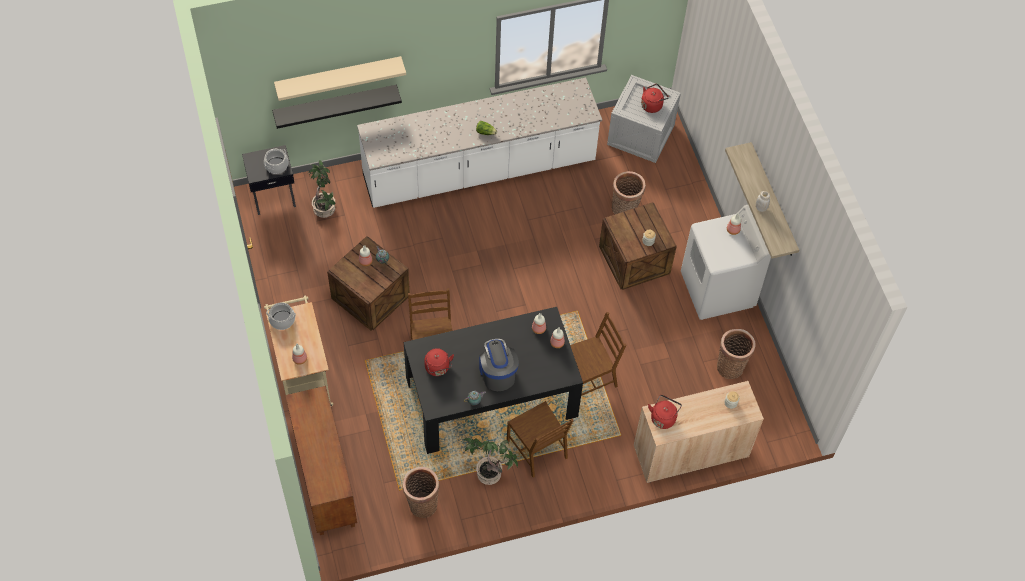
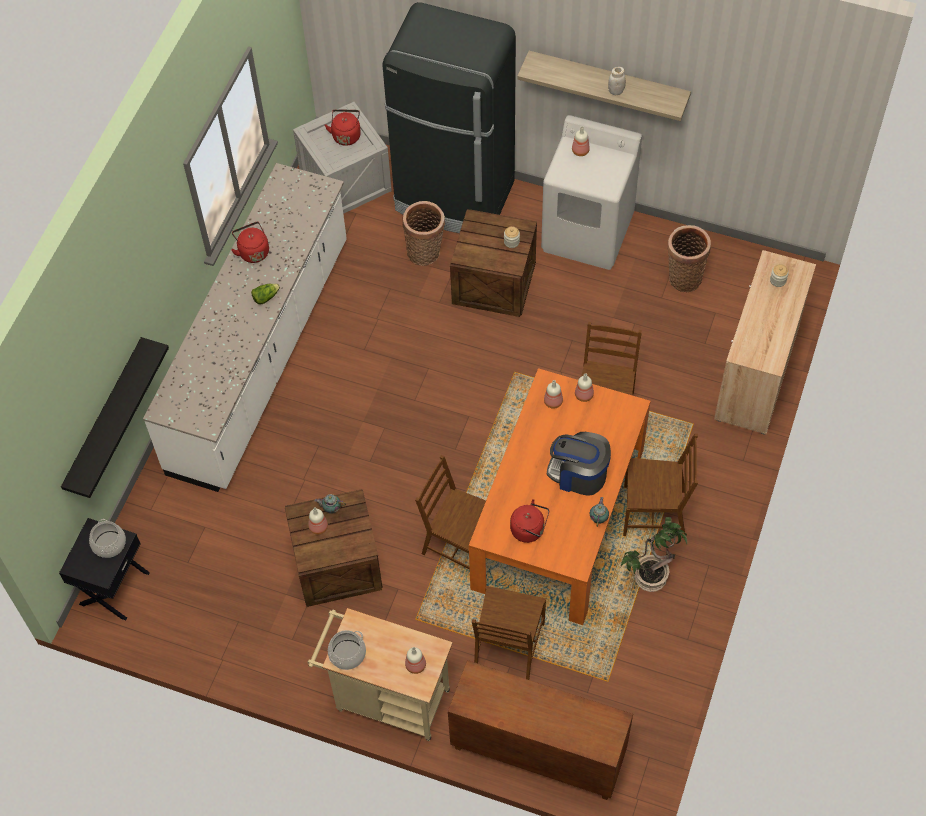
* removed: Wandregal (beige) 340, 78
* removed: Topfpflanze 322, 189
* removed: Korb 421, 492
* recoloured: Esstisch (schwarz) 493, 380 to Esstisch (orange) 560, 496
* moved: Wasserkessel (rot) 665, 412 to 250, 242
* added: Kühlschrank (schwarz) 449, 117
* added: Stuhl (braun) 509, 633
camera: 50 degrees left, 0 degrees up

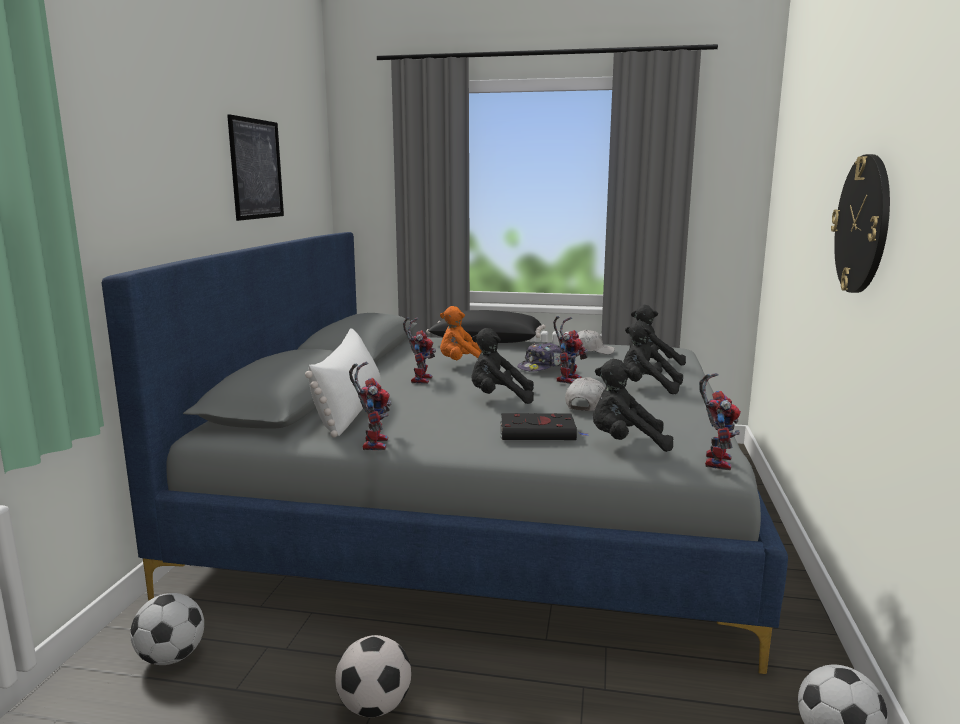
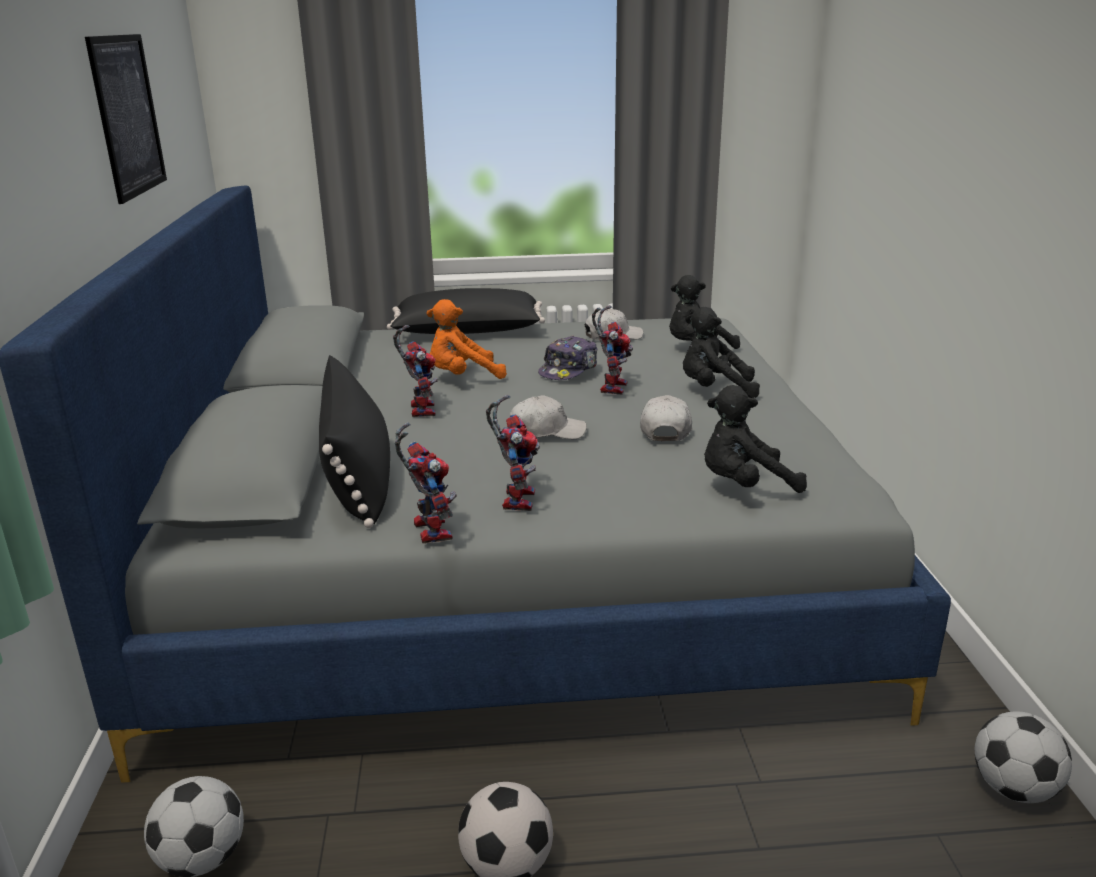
* recoloured: Kissen (weiß) 343, 383 to Kissen (schwarz) 354, 441
* replaced: Plüschtier (schwarz) 503, 366 to Kappe (weiß) 548, 417
* removed: Buch (schwarz) 545, 426
* moved: Spielzeugroboter 720, 422 to 513, 453
* removed: Wanduhr 860, 223
camera: 15 degrees left, 10 degrees up

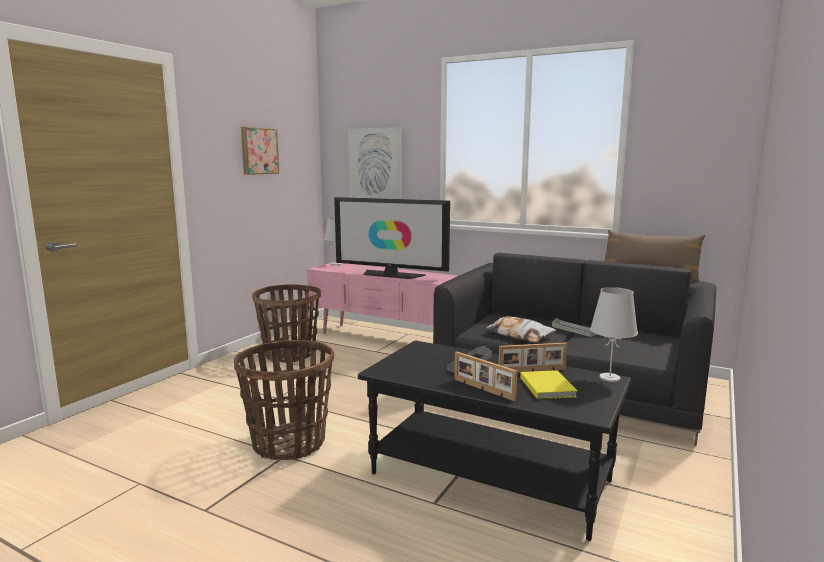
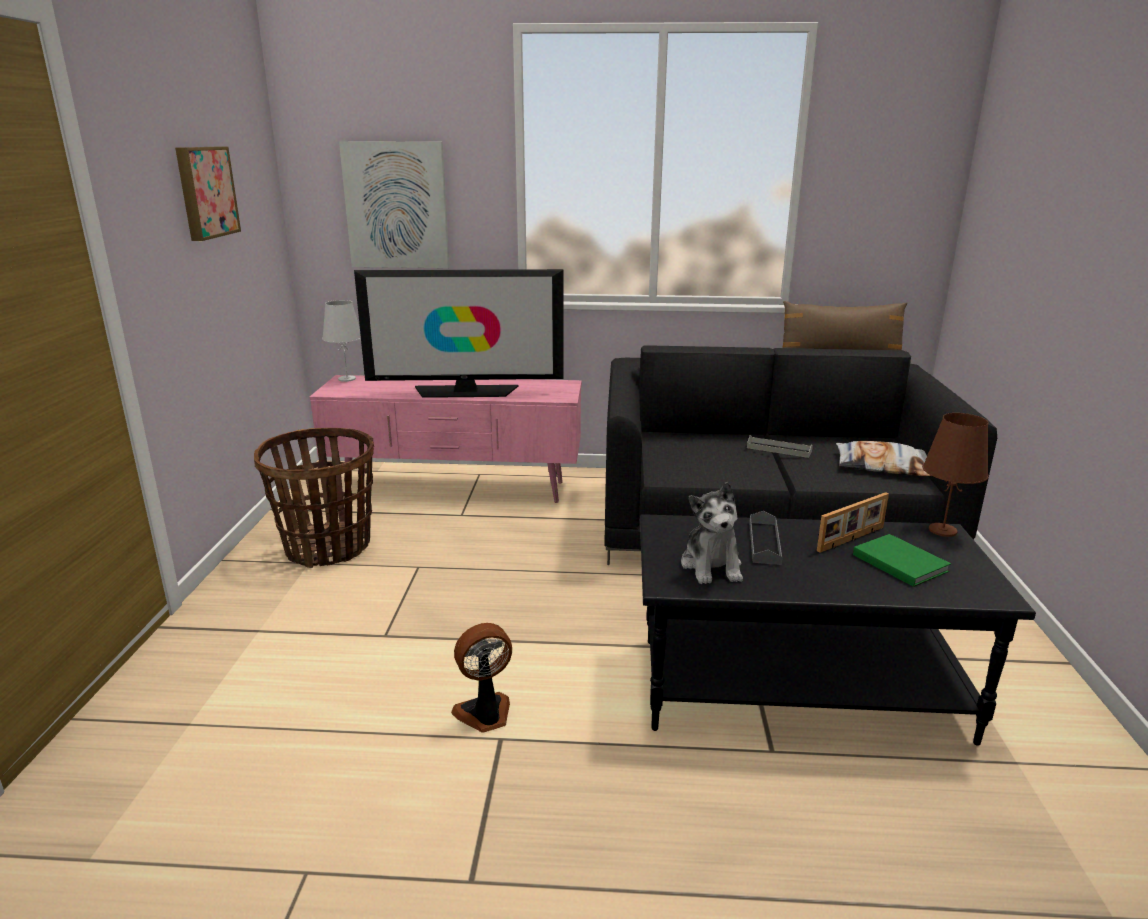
* replaced: Korb 284, 400 to Ventilator 481, 678
* removed: Bilderrahmen 485, 376
* moved: Kissen 519, 329 to 883, 458
* recoloured: Buch (gelb) 549, 384 to Buch (grün) 902, 560
* recoloured: Tischlampe (weiß) 614, 334 to Tischlampe (braun) 955, 475
* added: Plüschtier 712, 533
camera: 25 degrees left, 10 degrees up

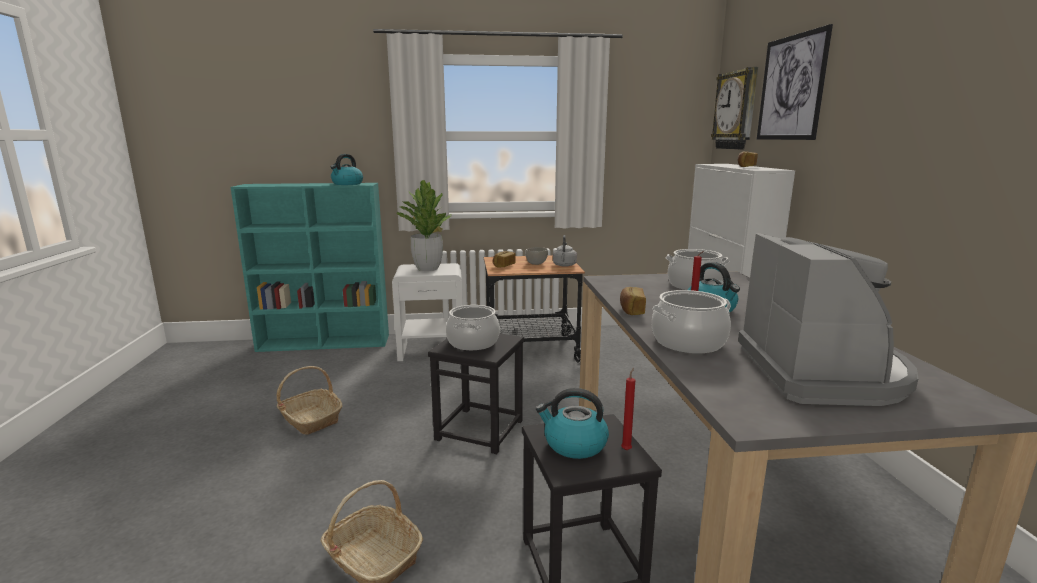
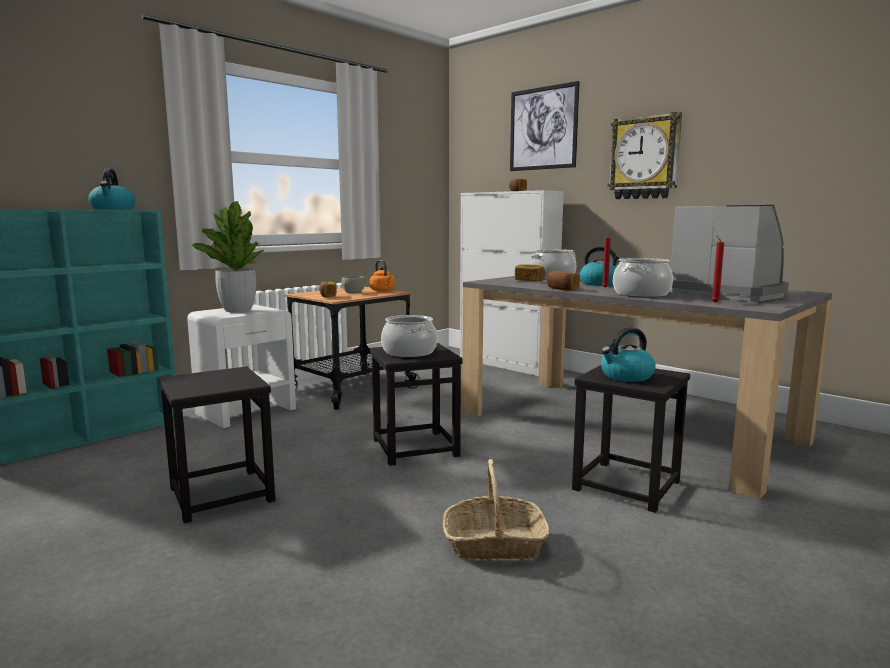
* replaced: Korb 309, 400 to Hocker (schwarz) 217, 444
* recoloured: Wasserkessel (grau) 565, 251 to Wasserkessel (orange) 382, 276
* moved: Kerze (rot) 628, 409 to 717, 269
* moved: Wanduhr 734, 108 to 645, 155
* added: Brot 530, 272
camera: 40 degrees left, 5 degrees down

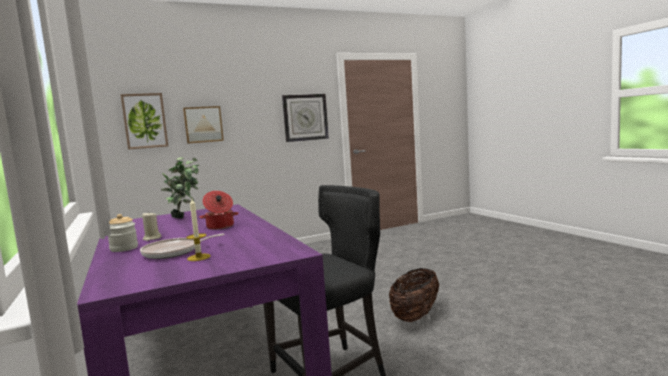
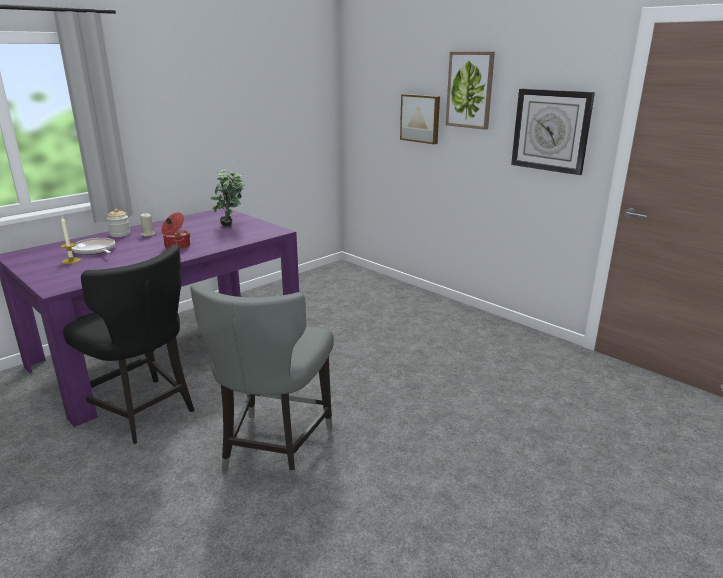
* moved: Bild 144, 121 to 470, 91
* replaced: Korb 414, 295 to Stuhl (grau) 262, 383
camera: 70 degrees right, 15 degrees up

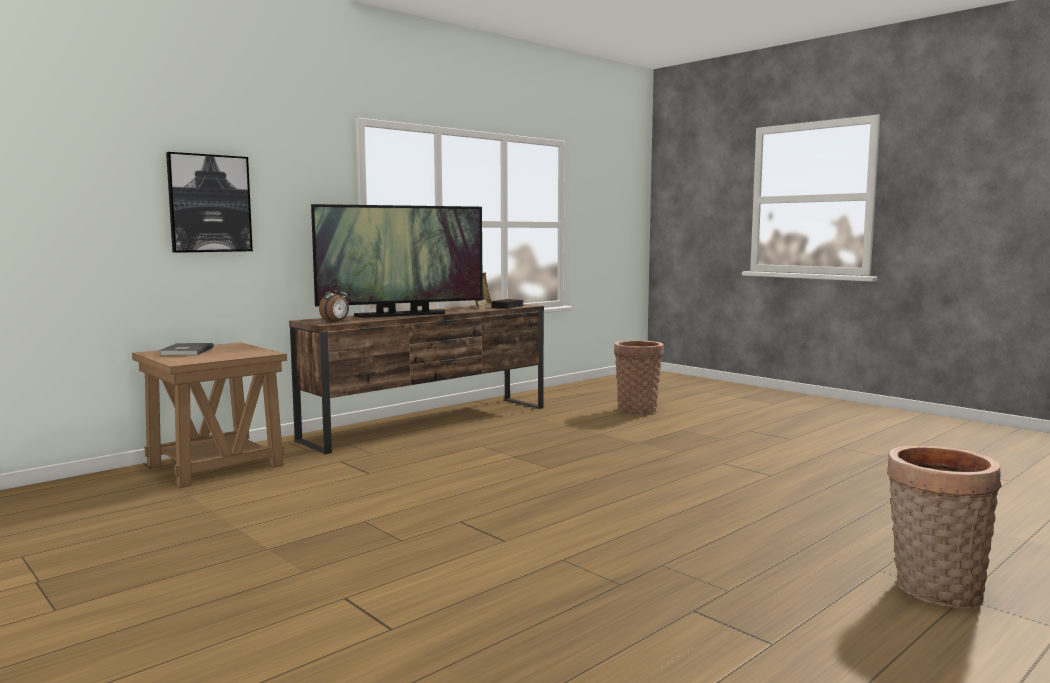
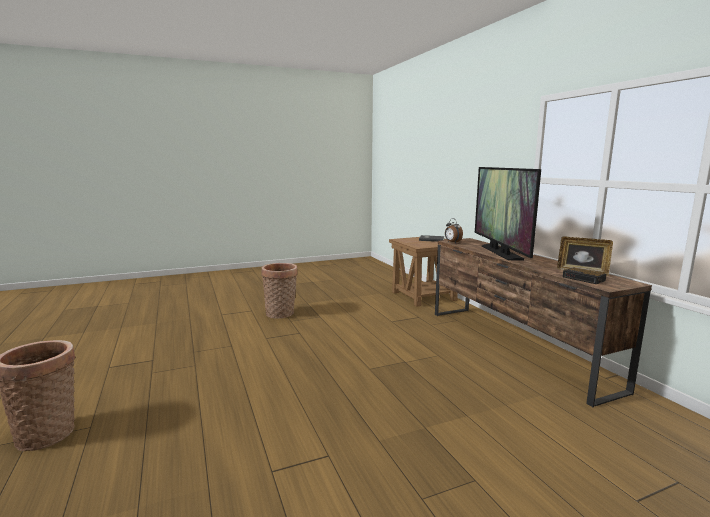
* removed: Bild 209, 202
* moved: Korb 639, 378 to 279, 291
camera: 110 degrees right, 5 degrees up

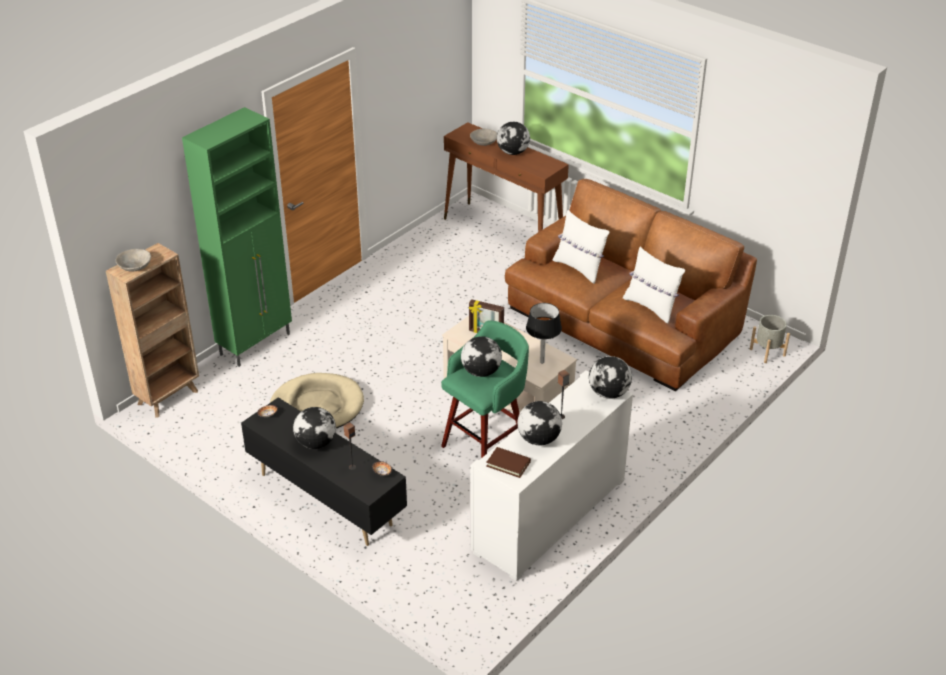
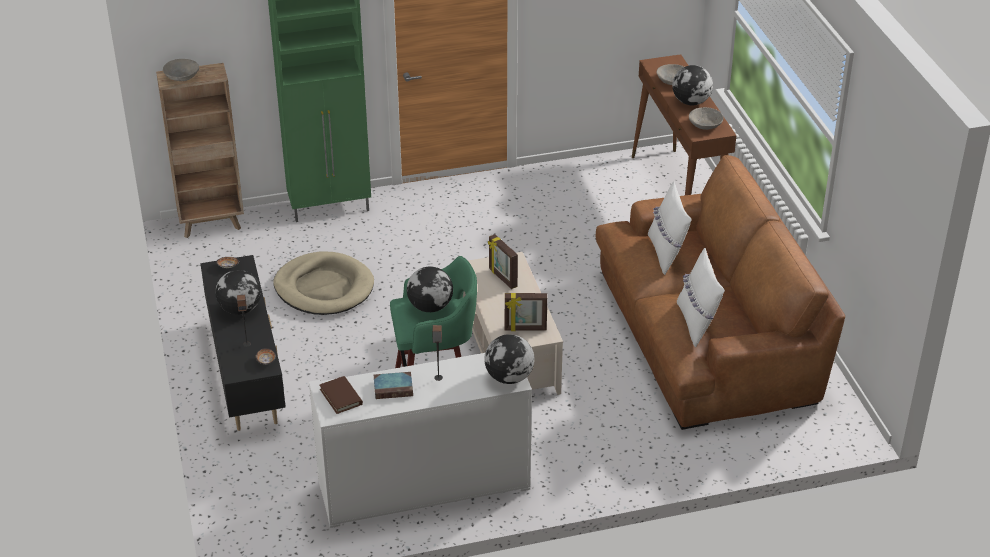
* replaced: Globus 539, 423 to Buch 393, 385
* replaced: Tischlampe (schwarz) 544, 333 to Bilderrahmen 526, 312
* removed: Pflanzkübel (grau) 770, 339
* added: Schüssel (grau) 706, 118
camera: 35 degrees right, 0 degrees up

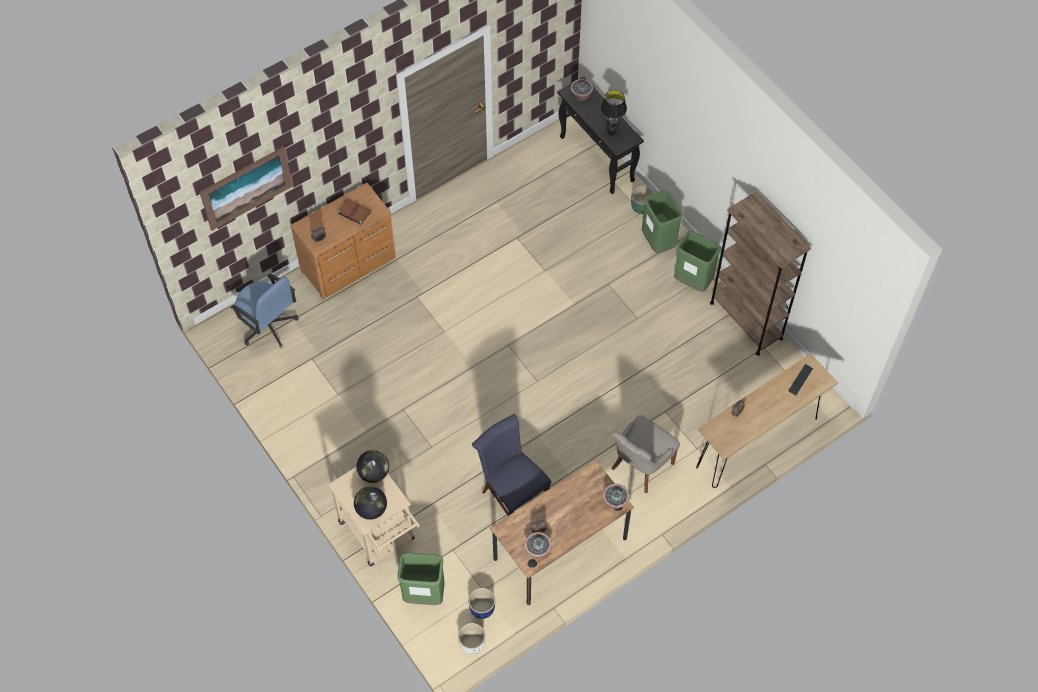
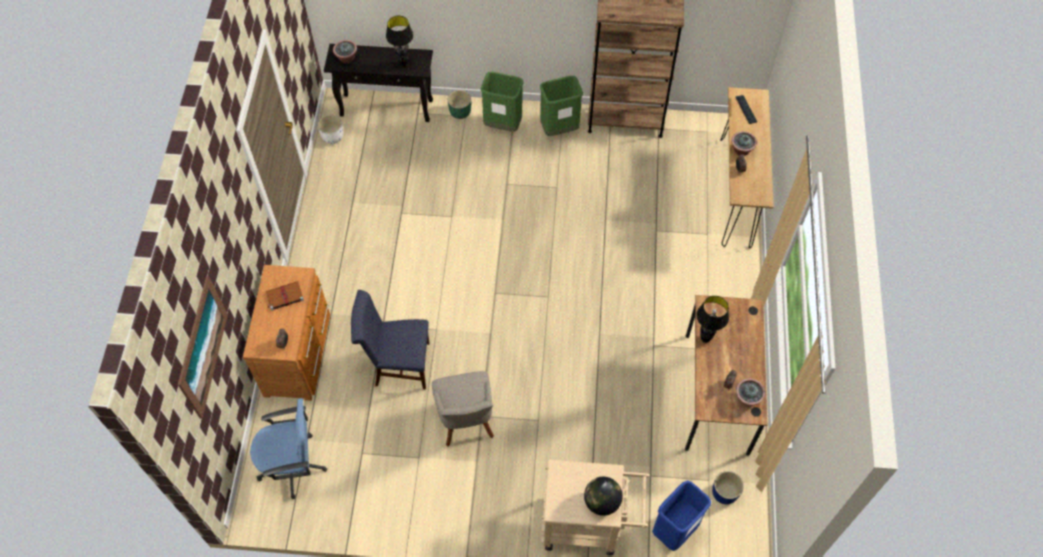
* removed: Globus 372, 466
* recoloured: Mülleimer (grün) 421, 579 to Mülleimer (blau) 681, 515
* moved: Pflanzkübel (weiß) 471, 638 to 330, 129
* moved: Stuhl (blau) 511, 465 to 390, 339
* moved: Topfpflanze 616, 496 to 744, 143
* moved: Stuhl (grau) 646, 454 to 463, 409
* added: Tischlampe (schwarz) 713, 319
camera: 50 degrees left, 0 degrees up

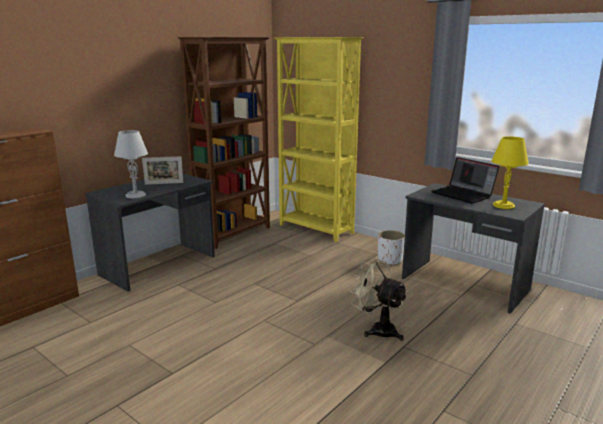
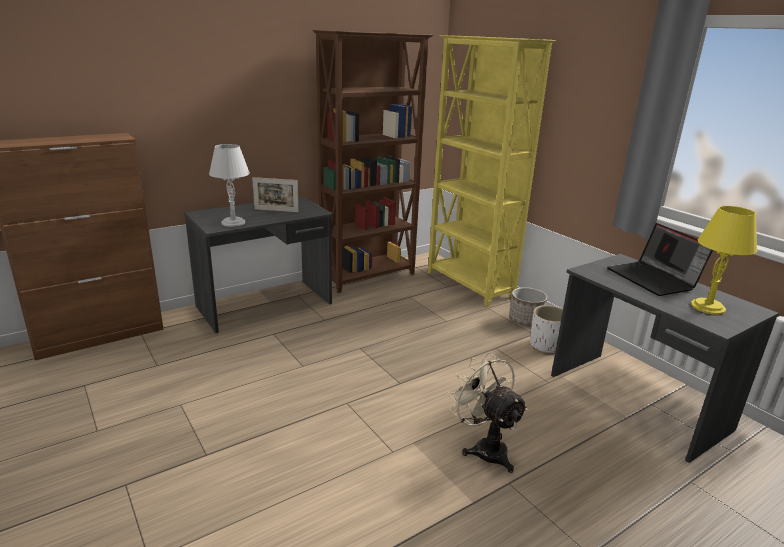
* added: Pflanzkübel 528, 306
camera: 15 degrees right, 5 degrees up

